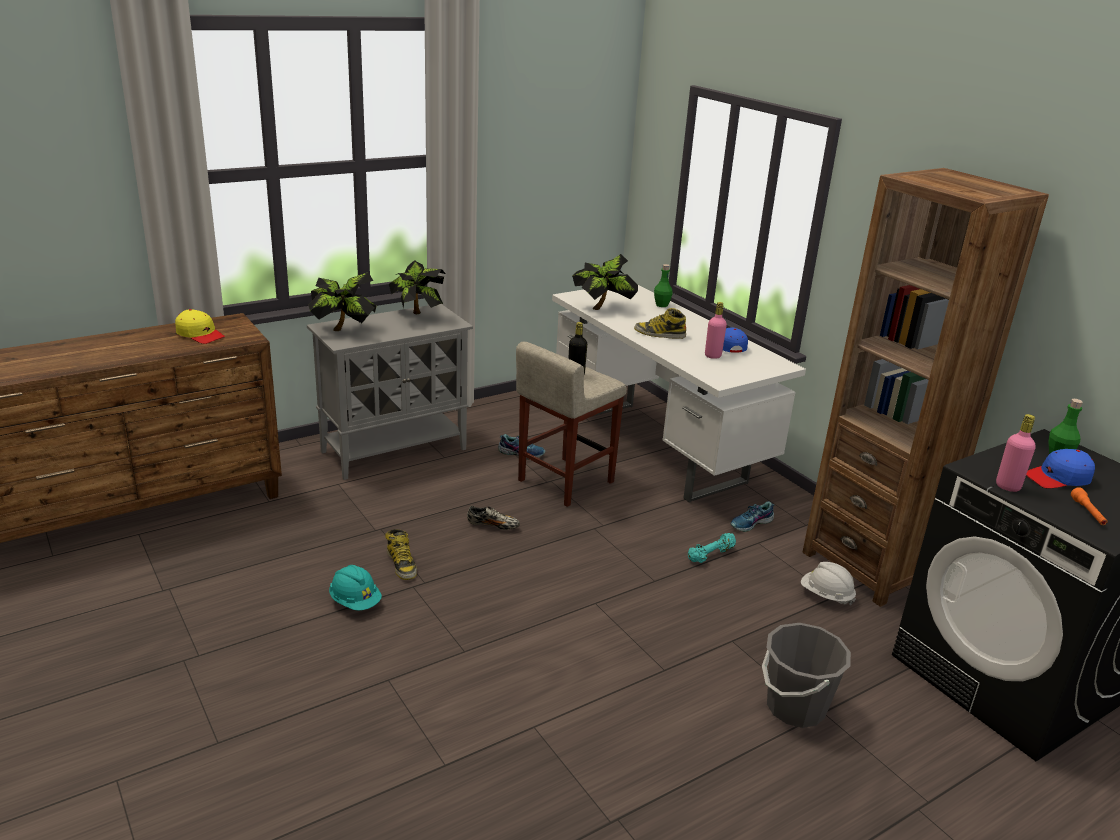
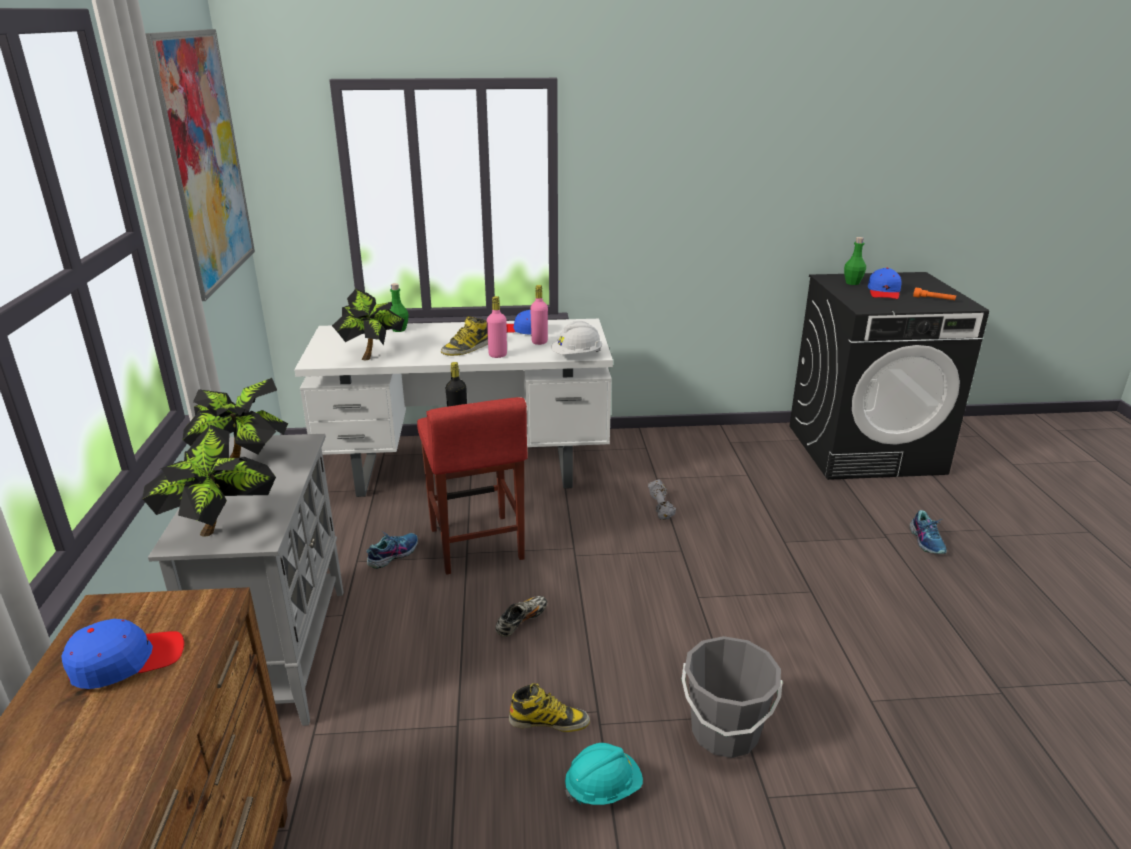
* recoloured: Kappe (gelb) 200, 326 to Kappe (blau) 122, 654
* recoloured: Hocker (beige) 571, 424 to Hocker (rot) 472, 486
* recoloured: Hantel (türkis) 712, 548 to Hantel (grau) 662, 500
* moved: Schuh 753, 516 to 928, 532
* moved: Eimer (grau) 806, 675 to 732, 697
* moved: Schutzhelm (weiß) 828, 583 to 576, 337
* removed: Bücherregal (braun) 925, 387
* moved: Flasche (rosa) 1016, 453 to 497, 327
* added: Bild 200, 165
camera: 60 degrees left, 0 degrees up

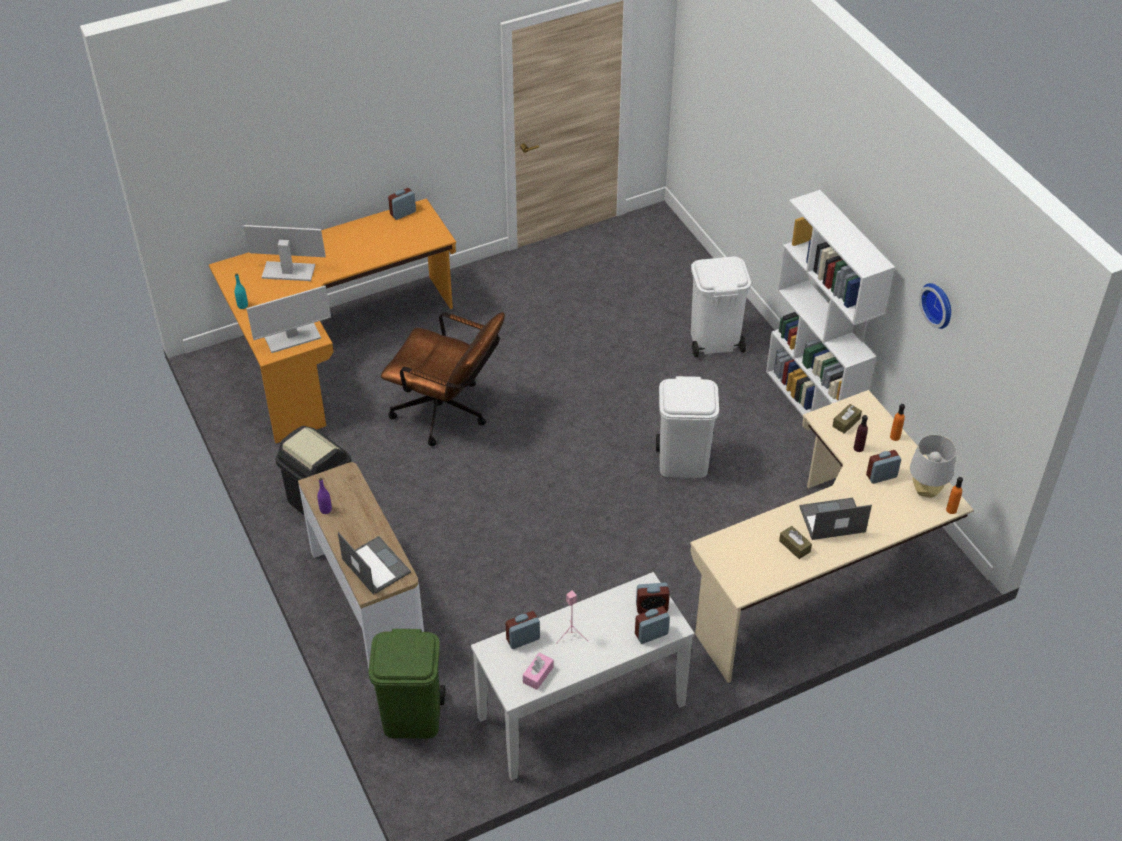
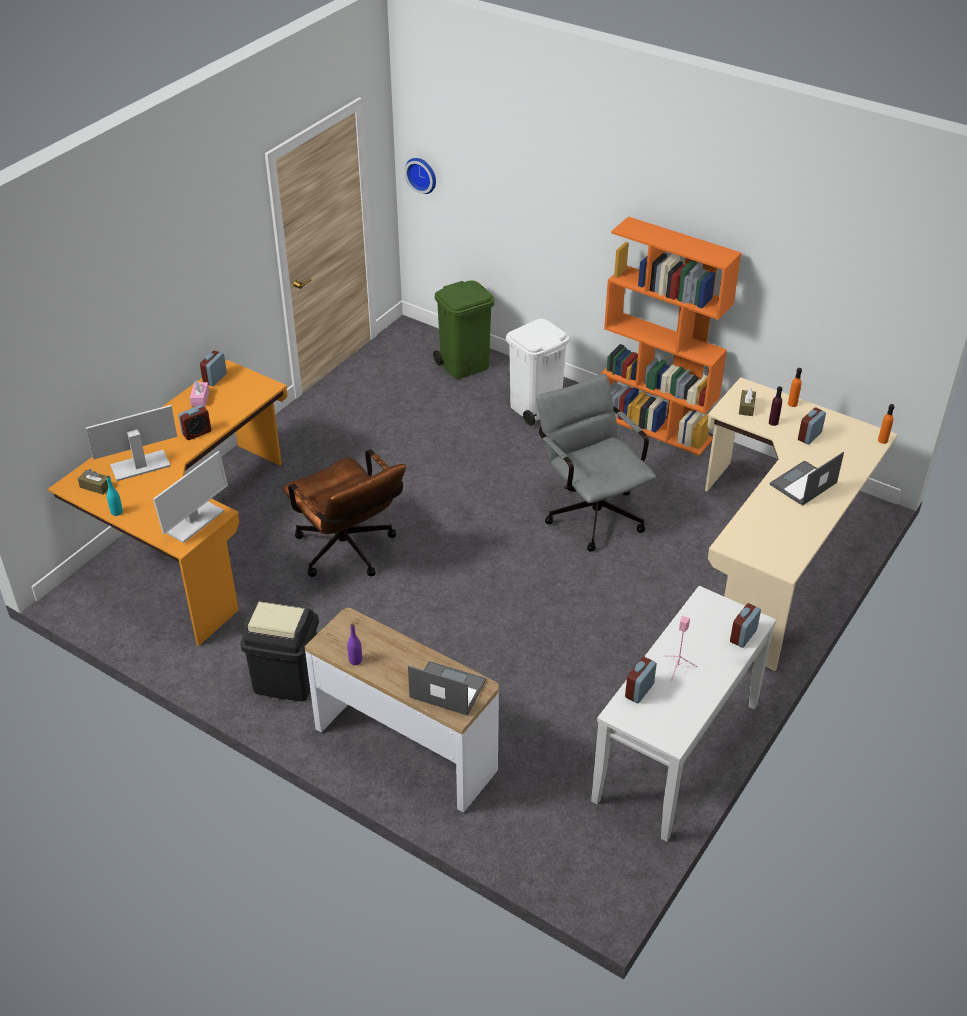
* moved: Mülleimer (grün) 406, 684 to 463, 329
* turned: Bürostuhl (braun) 443, 379 = 344, 513 60 degrees clockwise
* moved: Taschentuchbox (rosa) 538, 671 to 199, 393
* moved: Wecker 653, 598 to 194, 422
* replaced: Mülleimer (weiß) 687, 427 to Bürostuhl (grau) 596, 463
* recoloured: Bücherregal (weiß) 830, 303 to Bücherregal (orange) 671, 336
* moved: Taschentuchbox (braun) 795, 542 to 92, 482
* removed: Tischlampe (grau) 933, 466
* moved: Wanduhr 935, 306 to 420, 176
camera: 30 degrees left, 5 degrees down

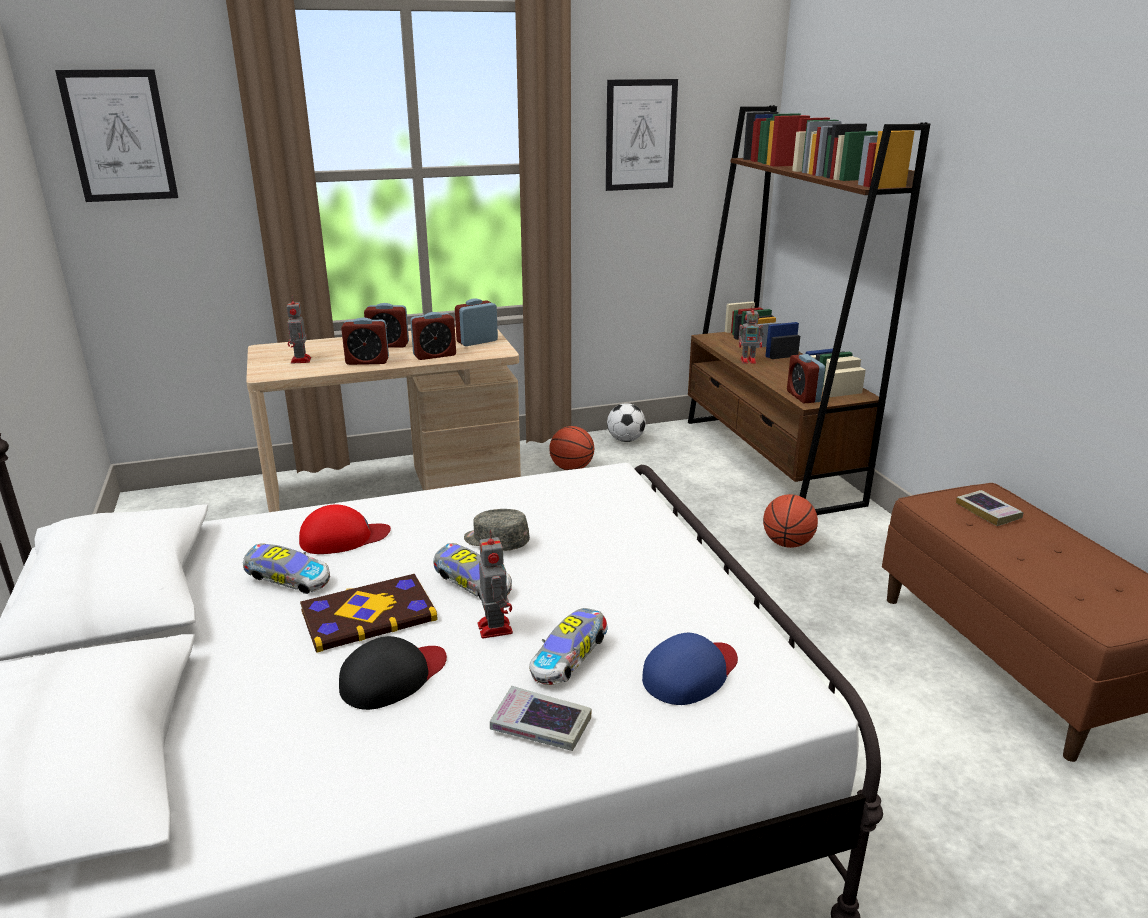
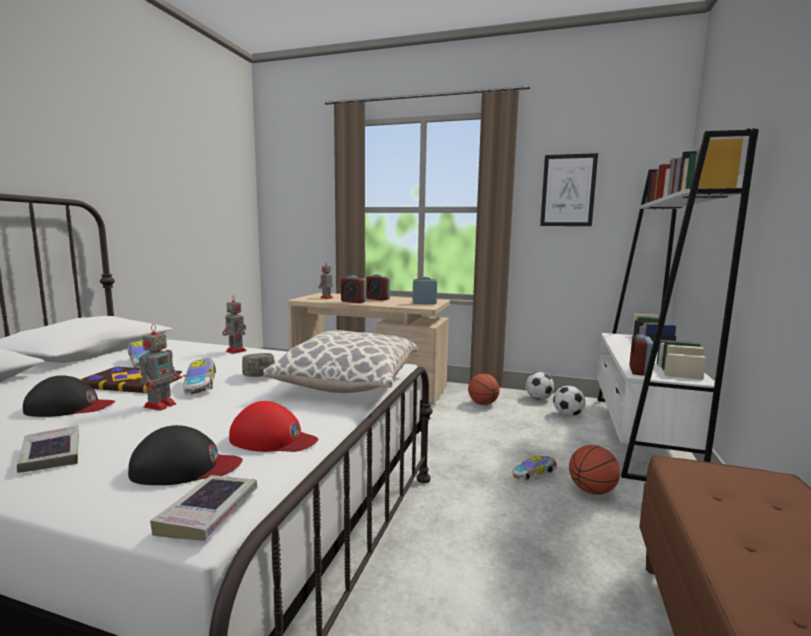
* removed: Bild 116, 135
* moved: Kappe (rot) 345, 529 to 273, 426
* removed: Wecker 433, 336
* moved: Spielzeugauto 568, 646 to 535, 468
* recoloured: Kappe (blau) 690, 669 to Kappe (schwarz) 185, 455
* recoloured: Bücherregal (braun) 809, 310 to Bücherregal (weiß) 678, 304
* moved: Spielzeugroboter 751, 334 to 235, 324
* moved: Buch 990, 508 to 203, 508
* added: Kissen 340, 361
* added: Fußball 569, 401
camera: 35 degrees right, 15 degrees down

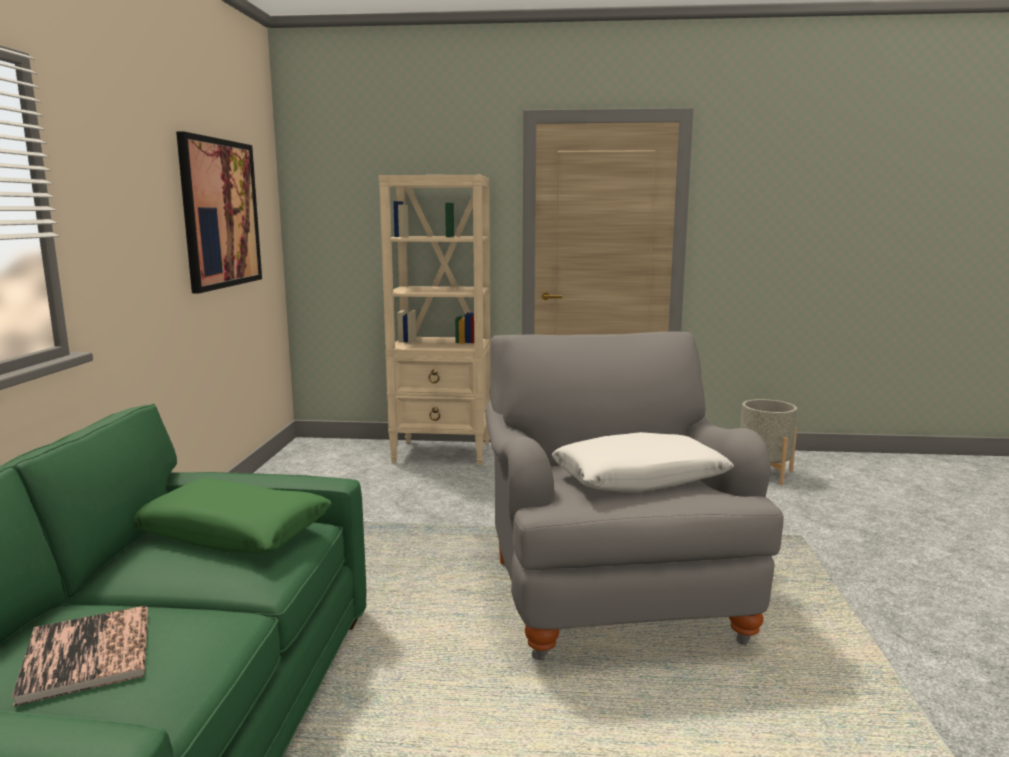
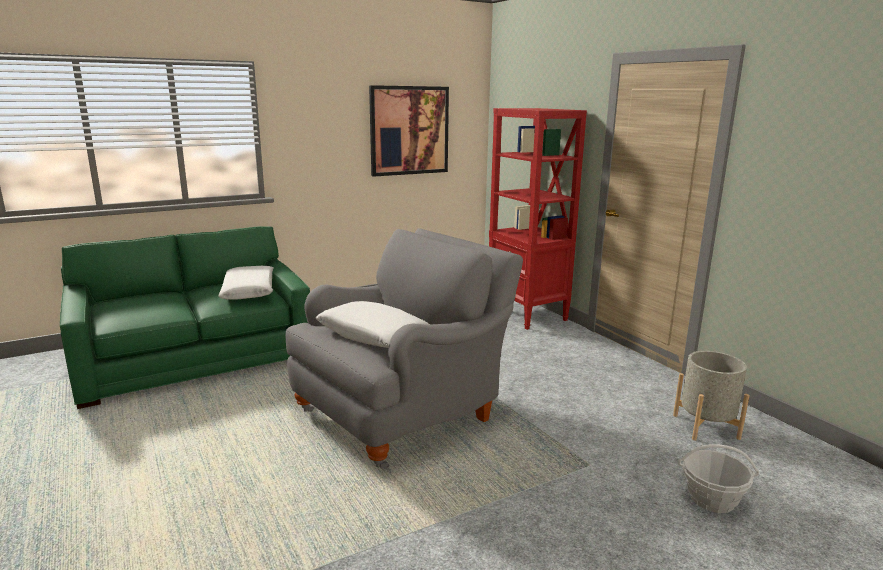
* removed: Buch 79, 656
* recoloured: Kissen (grün) 232, 516 to Kissen (weiß) 246, 283
* recoloured: Bücherregal (beige) 435, 320 to Bücherregal (rot) 538, 219
* added: Korb 718, 478
camera: 55 degrees right, 5 degrees up

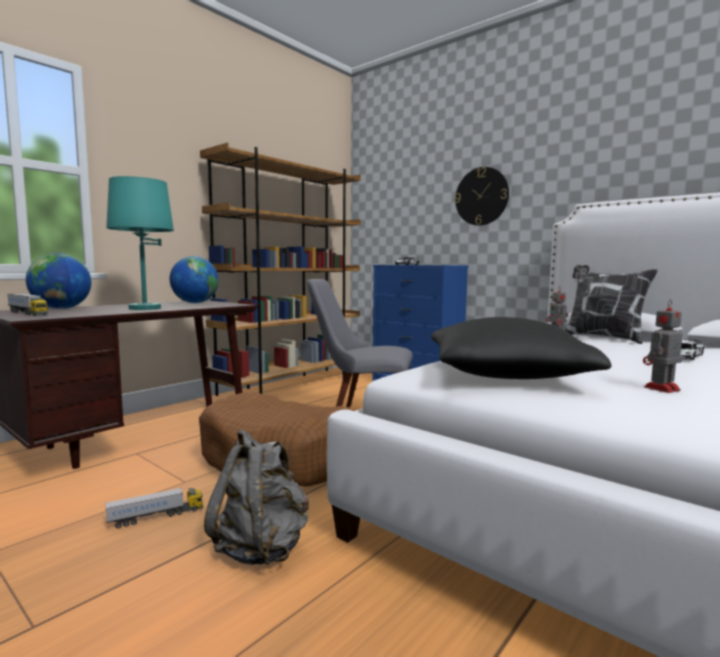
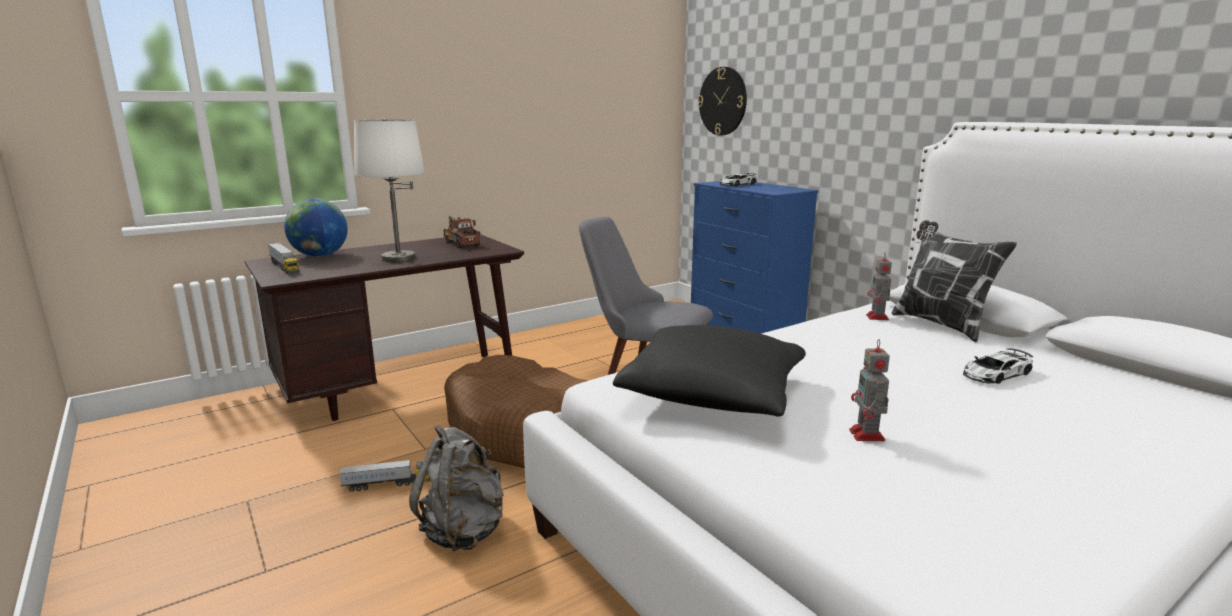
* recoloured: Tischlampe (türkis) 140, 243 to Tischlampe (weiß) 389, 190
* replaced: Globus 194, 279 to Spielzeuglaster 462, 232
* removed: Bücherregal (braun) 280, 269
* moved: Wanduhr 482, 196 to 722, 101
* turned: Spielzeugroboter 662, 346 = 869, 390 75 degrees counterclockwise
camera: 15 degrees right, 10 degrees up

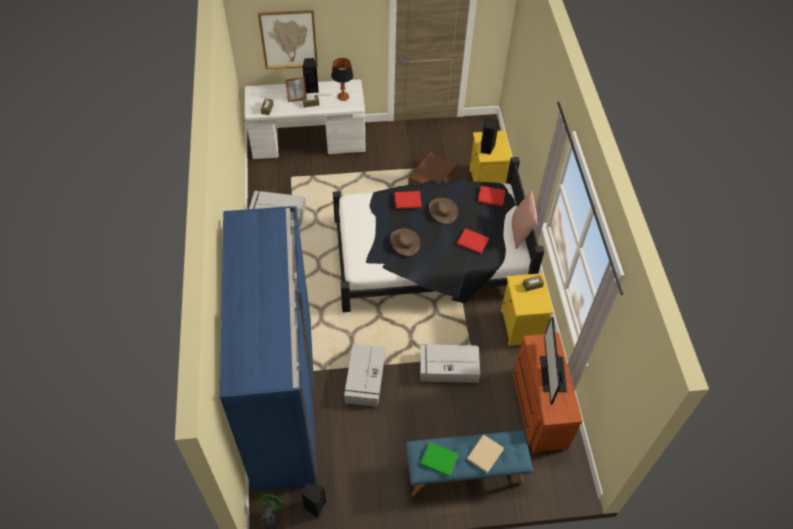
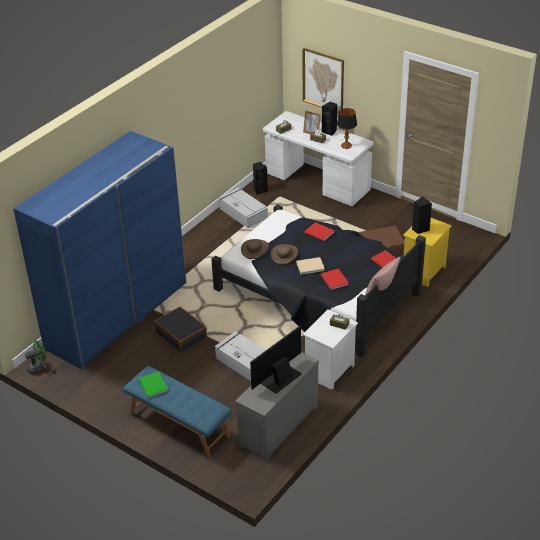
* moved: Lautsprecher (schwarz) 313, 500 to 260, 178
* replaced: Aufbewahrungsbox (grau) 364, 375 to Koffer (schwarz) 180, 330
* moved: Hut (braun) 443, 211 to 255, 249
* moved: Buch (beige) 485, 454 to 310, 266
* recoloured: Nachttisch (gelb) 527, 309 to Nachttisch (weiß) 330, 349
* recoloured: Kommode (braun) 548, 393 to Kommode (grau) 277, 406
camera: 45 degrees right, 15 degrees down

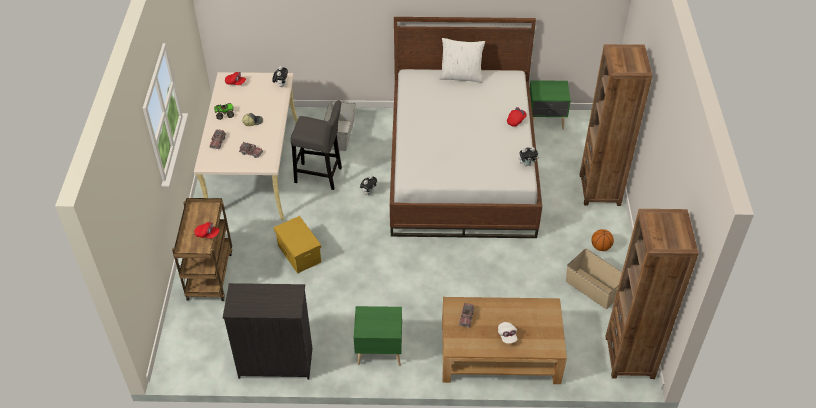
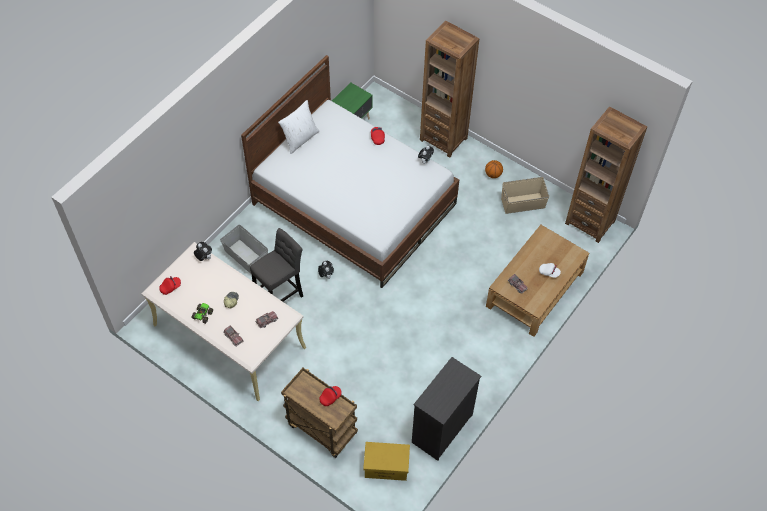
* moved: Aufbewahrungsbox (gelb) 297, 245 to 386, 461
* removed: Nachttisch (grün) 378, 336
camera: 55 degrees left, 10 degrees up

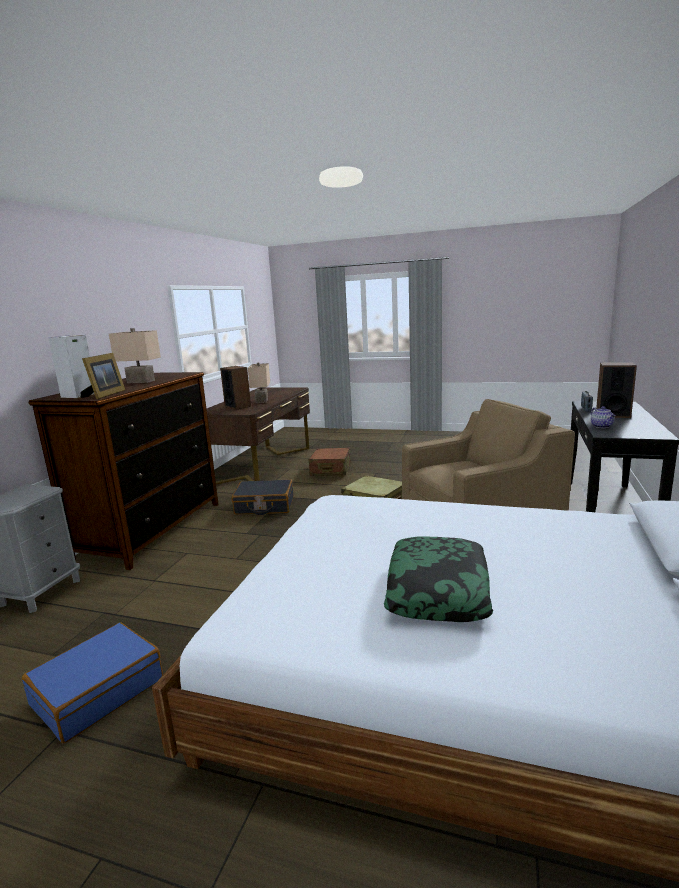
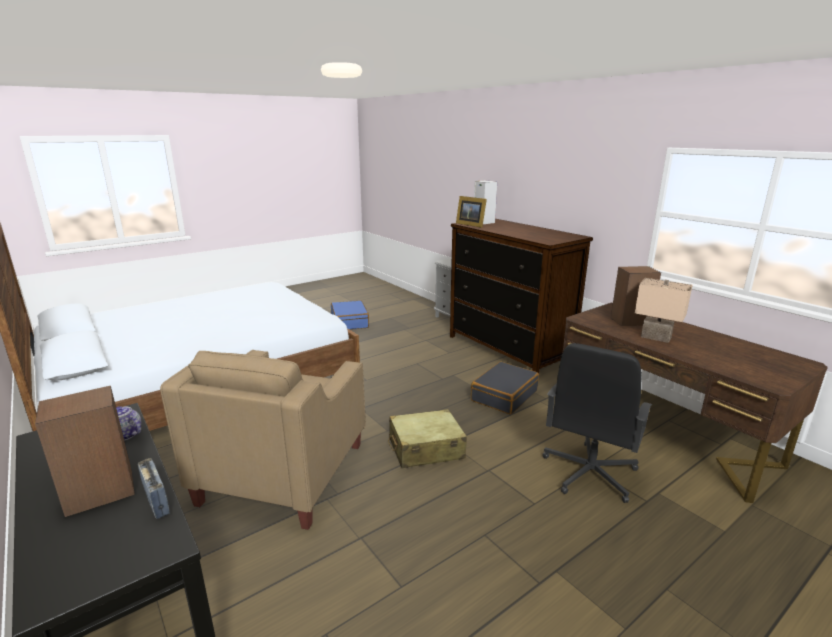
* removed: Tischlampe (beige) 135, 355
* replaced: Koffer (braun) 330, 462 to Bürostuhl (schwarz) 597, 423
* removed: Kissen 438, 579
camera: 125 degrees right, 5 degrees up

